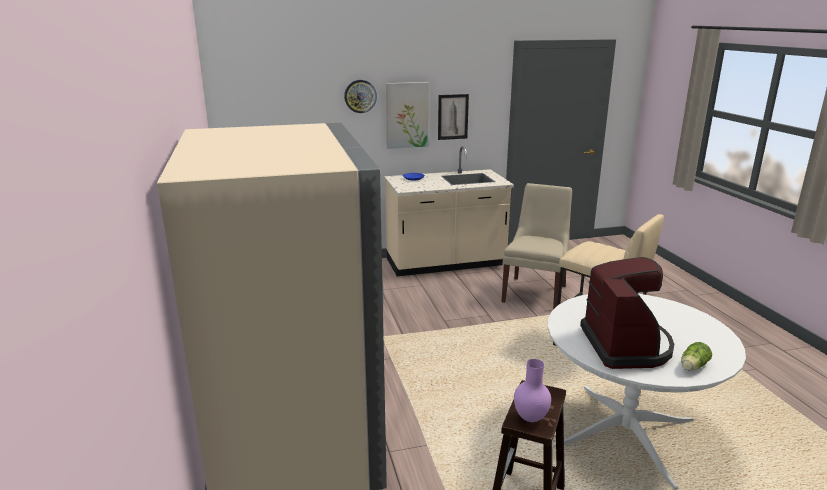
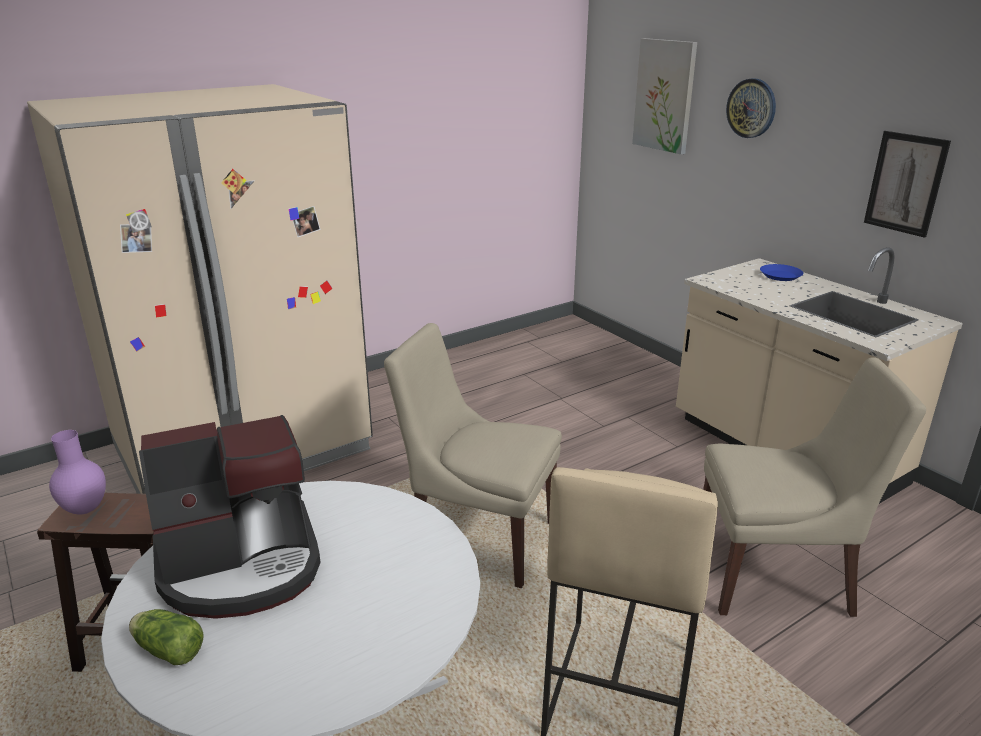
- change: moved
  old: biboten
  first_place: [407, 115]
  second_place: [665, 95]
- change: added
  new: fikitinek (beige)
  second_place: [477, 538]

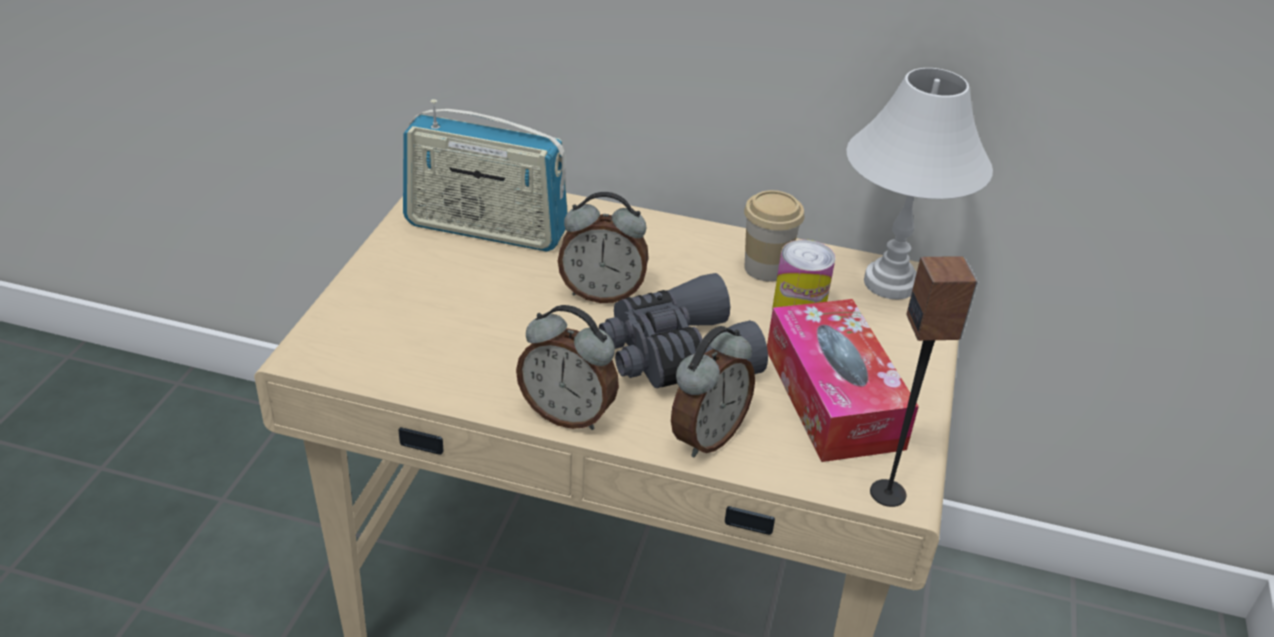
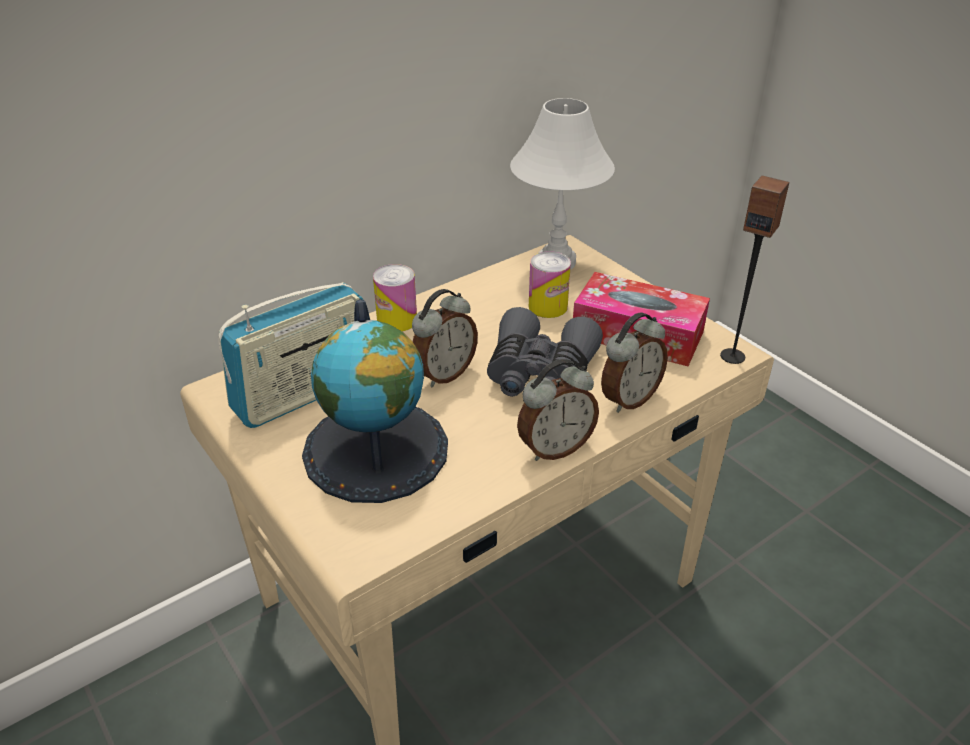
- change: turned
  old: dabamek
  first_place: [706, 436]
  second_place: [628, 399]
  degrees: 60
- change: removed
  old: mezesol
  first_place: [766, 268]
- change: added
  new: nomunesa
  second_place: [376, 450]
- change: added
  new: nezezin
  second_place: [397, 320]

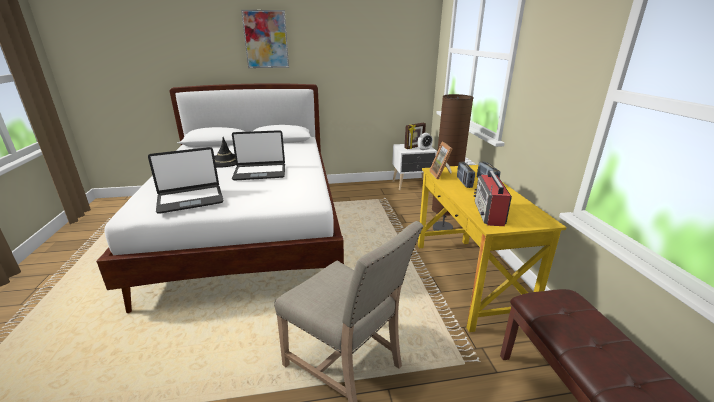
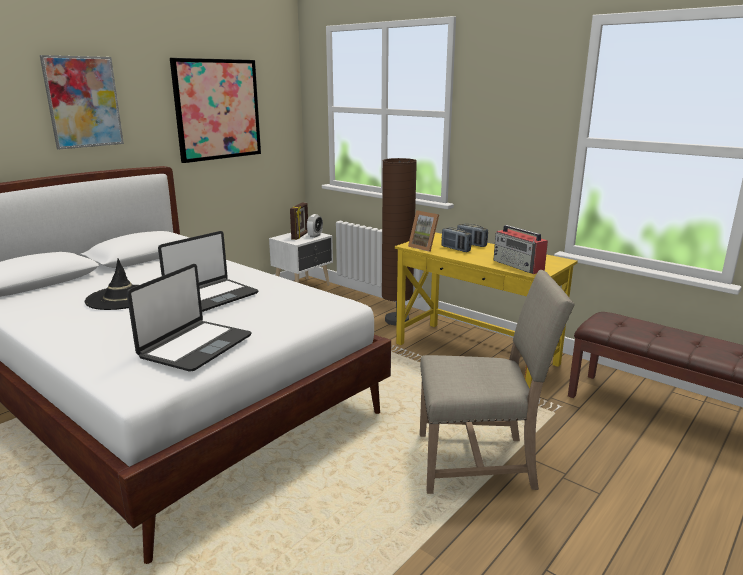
- change: added
  new: biboten
  second_place: [217, 109]

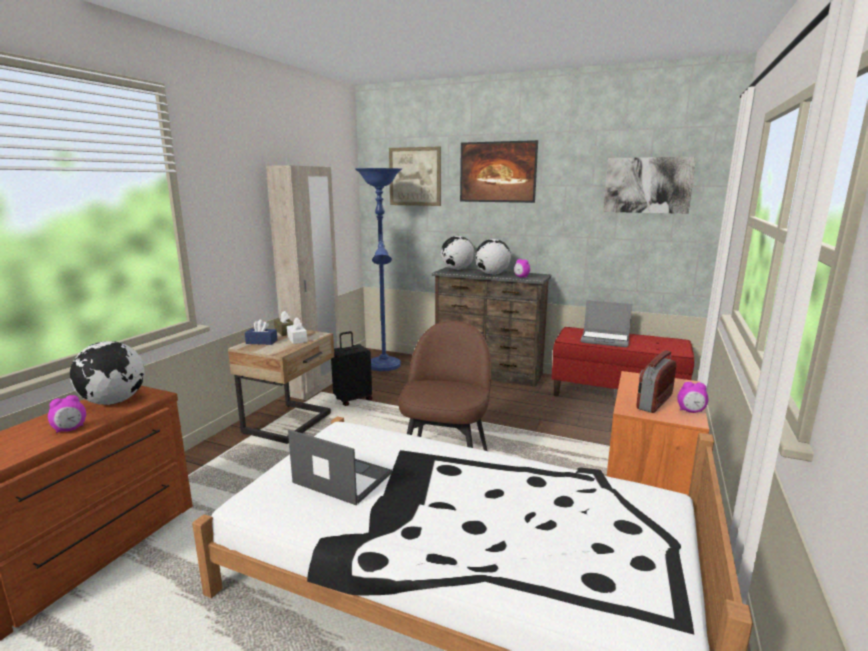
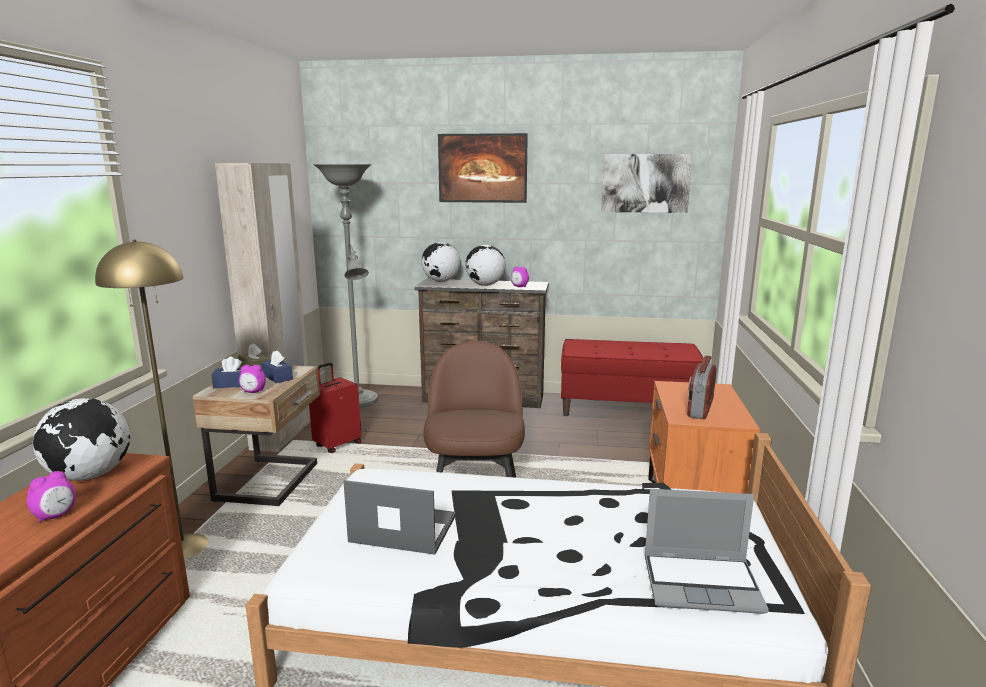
- change: recoloured
  old: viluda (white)
  new: viluda (blue)
  first_place: [297, 339]
  second_place: [277, 377]
- change: recoloured
  old: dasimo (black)
  new: dasimo (red)
  first_place: [353, 399]
  second_place: [337, 445]
- change: recoloured
  old: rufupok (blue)
  new: rufupok (grey)
  first_place: [384, 367]
  second_place: [359, 402]
- change: removed
  old: biboten
  first_place: [415, 176]
- change: moved
  old: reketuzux
  first_place: [605, 340]
  second_place: [702, 583]
- change: moved
  old: dabamek
  first_place: [690, 411]
  second_place: [253, 392]
- change: added
  new: rufupok (yellow)
  second_place: [182, 548]

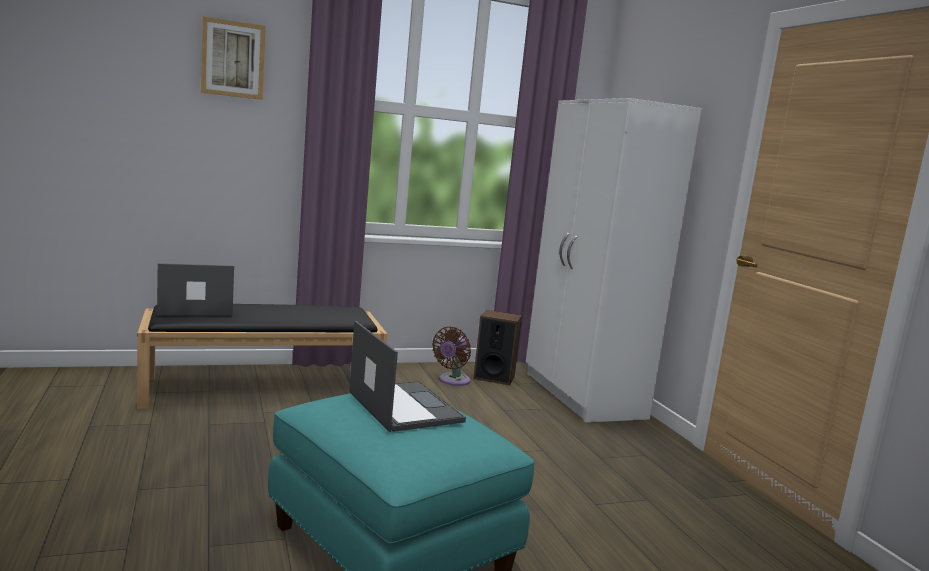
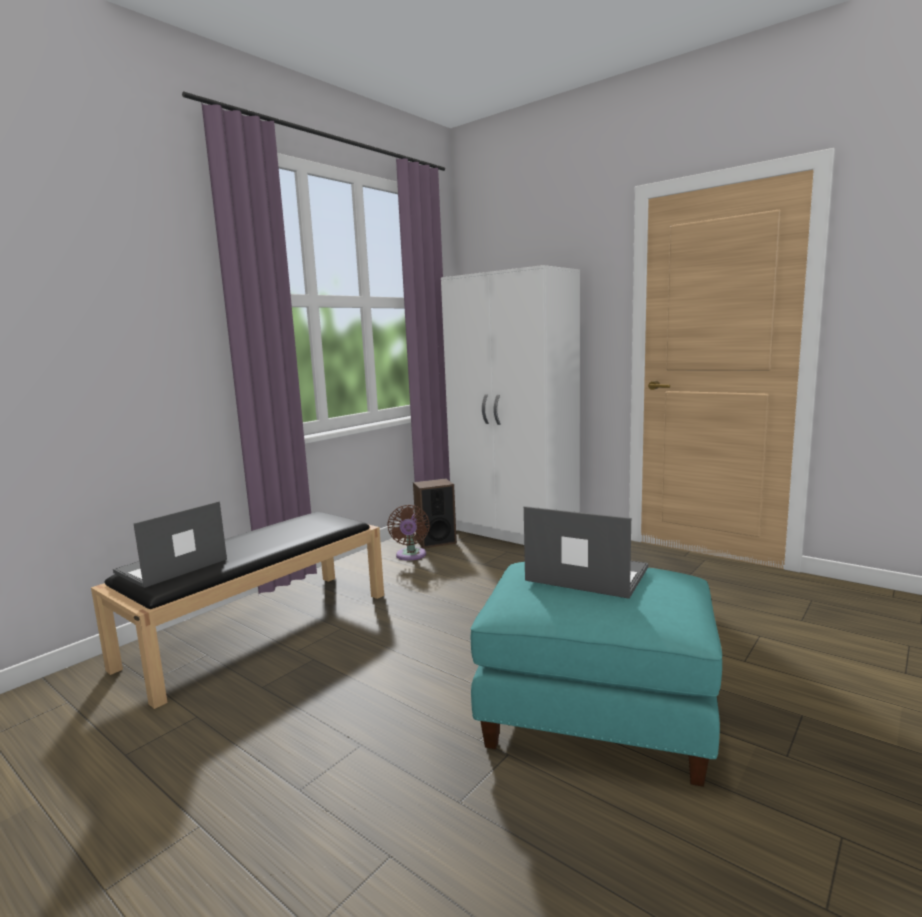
- change: removed
  old: biboten
  first_place: [233, 59]

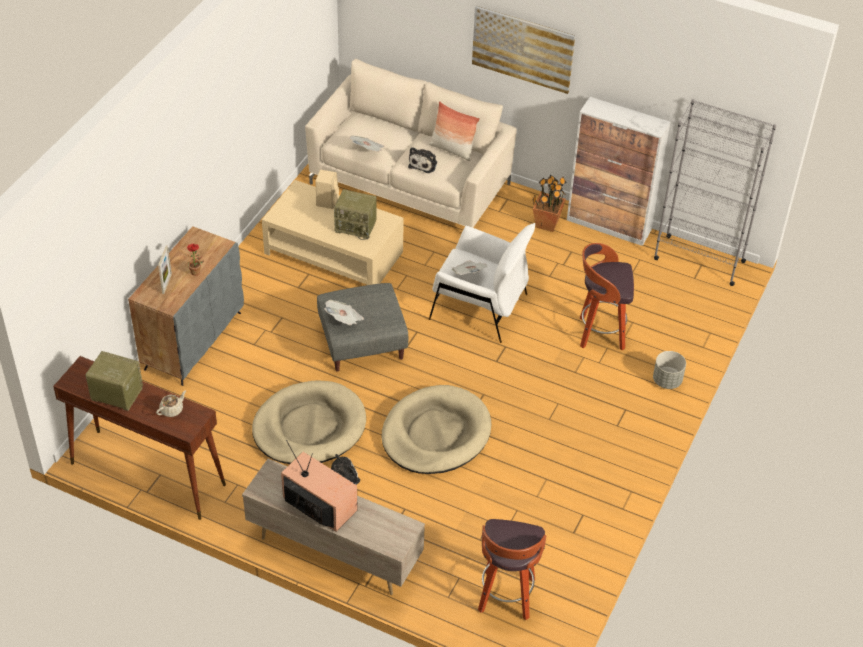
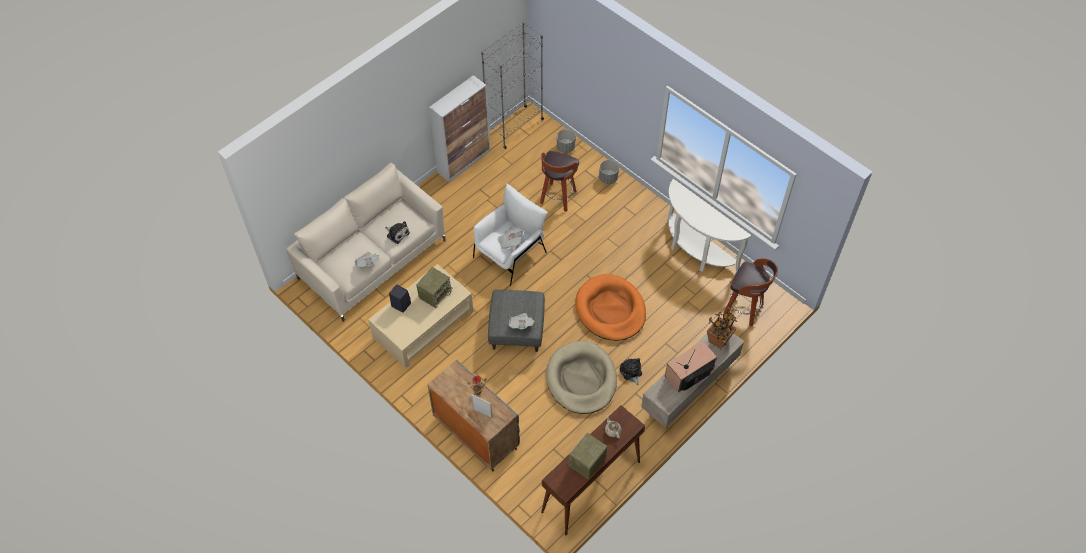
- change: recoloured
  old: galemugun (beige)
  new: galemugun (black)
  first_place: [327, 201]
  second_place: [400, 304]
- change: recoloured
  old: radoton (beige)
  new: radoton (orange)
  first_place: [435, 434]
  second_place: [610, 310]
- change: removed
  old: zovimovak
  first_place: [452, 150]
- change: removed
  old: biboten
  first_place: [522, 49]
- change: moved
  old: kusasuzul
  first_place: [547, 223]
  second_place: [718, 340]
- change: added
  new: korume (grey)
  second_place: [565, 147]
- change: added
  new: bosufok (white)
  second_place: [695, 251]

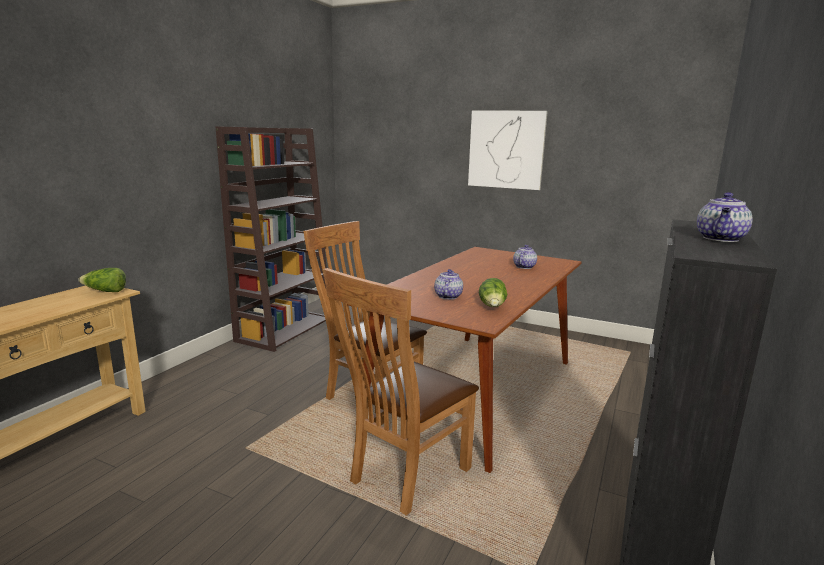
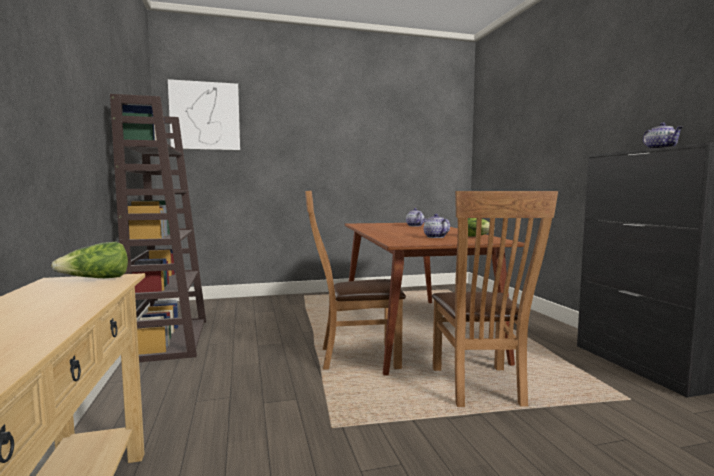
- change: moved
  old: biboten
  first_place: [506, 149]
  second_place: [205, 116]

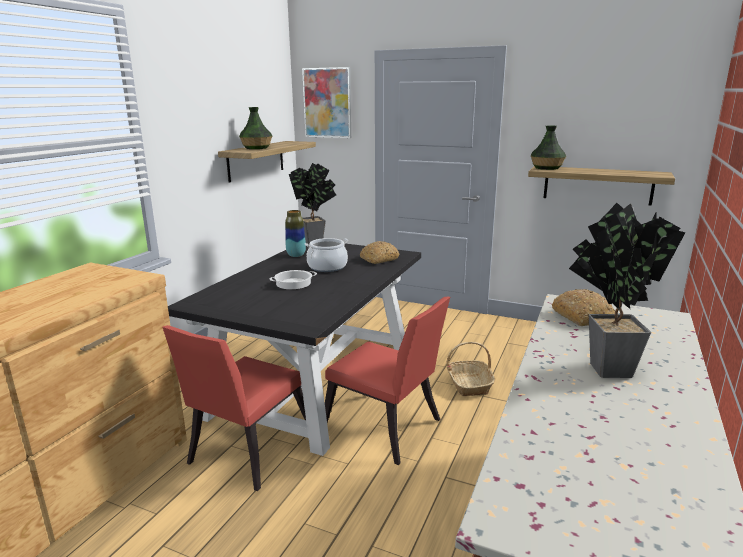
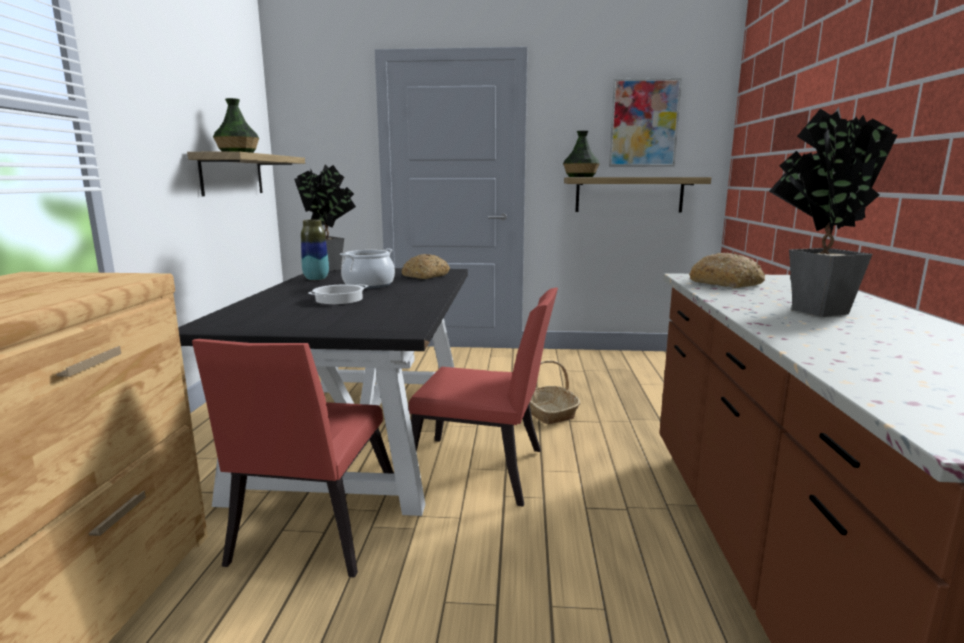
- change: moved
  old: biboten
  first_place: [327, 103]
  second_place: [644, 123]

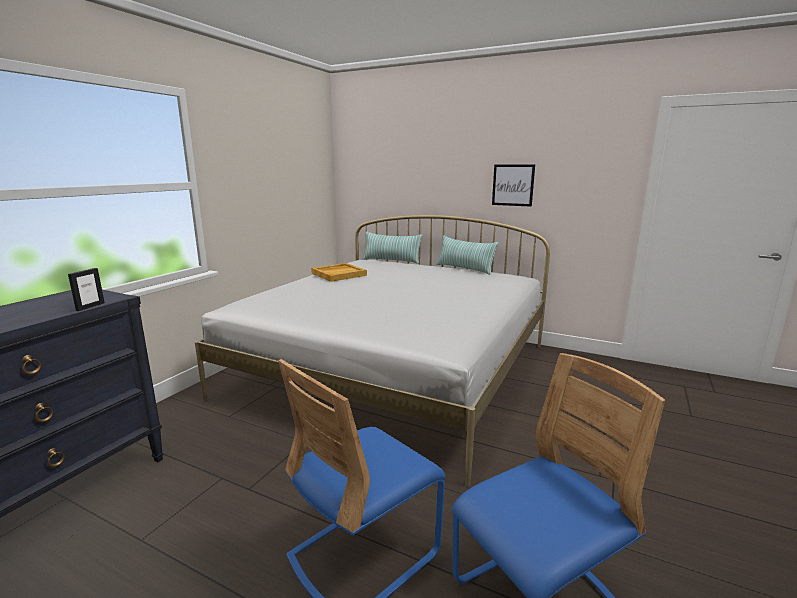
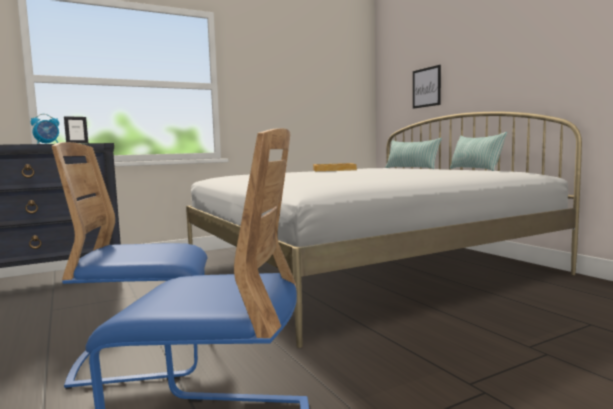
- change: moved
  old: biboten
  first_place: [513, 185]
  second_place: [426, 87]
- change: added
  new: dabamek
  second_place: [47, 143]

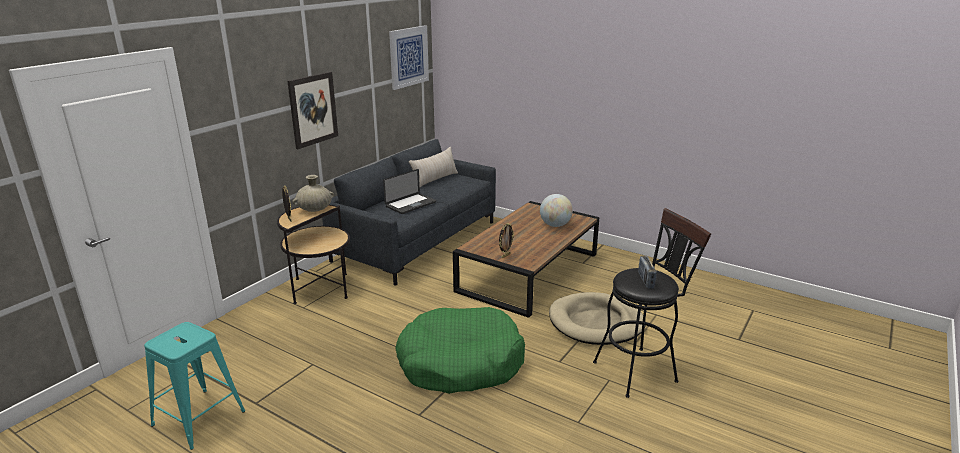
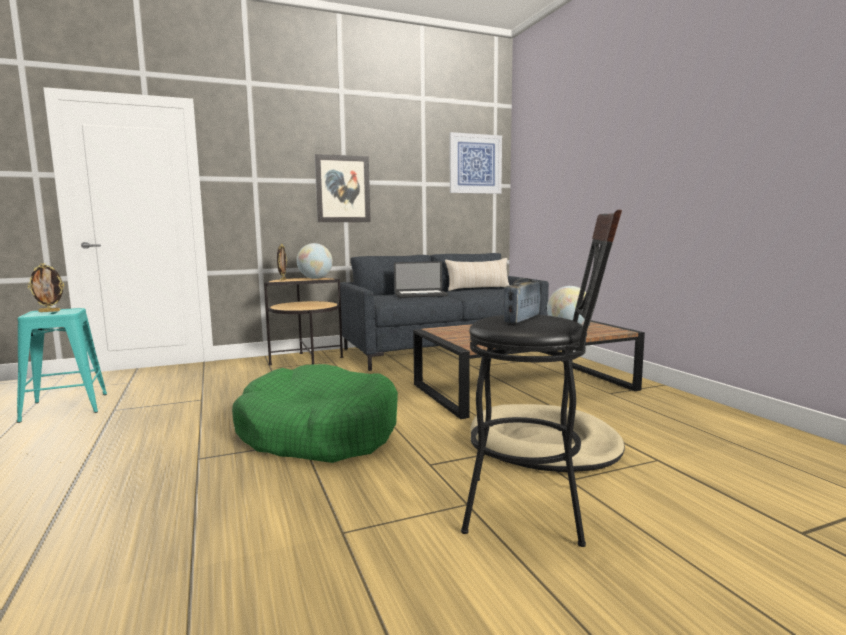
- change: replaced
  old: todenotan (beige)
  new: nomunesa
  first_place: [314, 209]
  second_place: [315, 278]
- change: moved
  old: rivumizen
  first_place: [505, 255]
  second_place: [50, 311]

